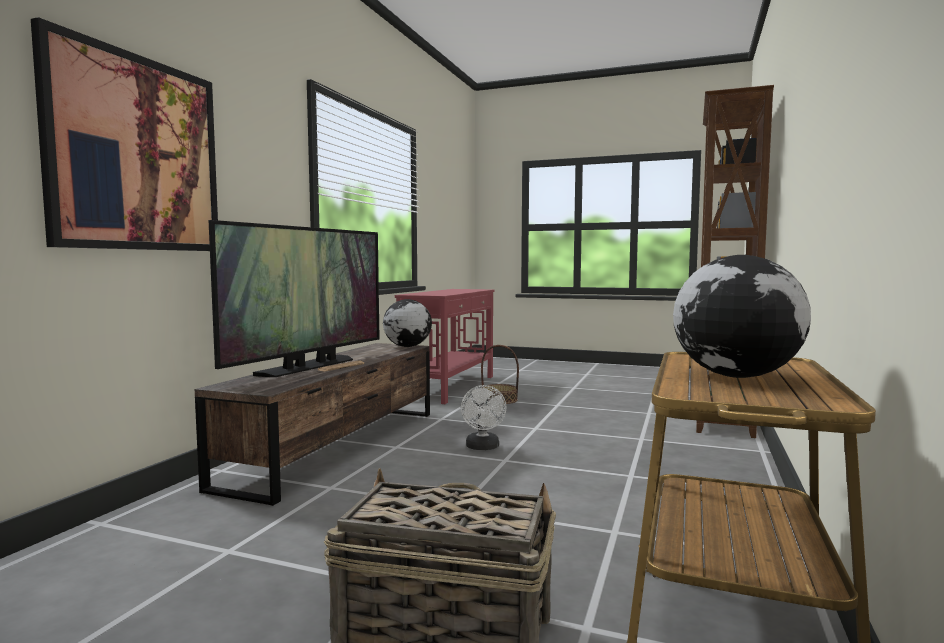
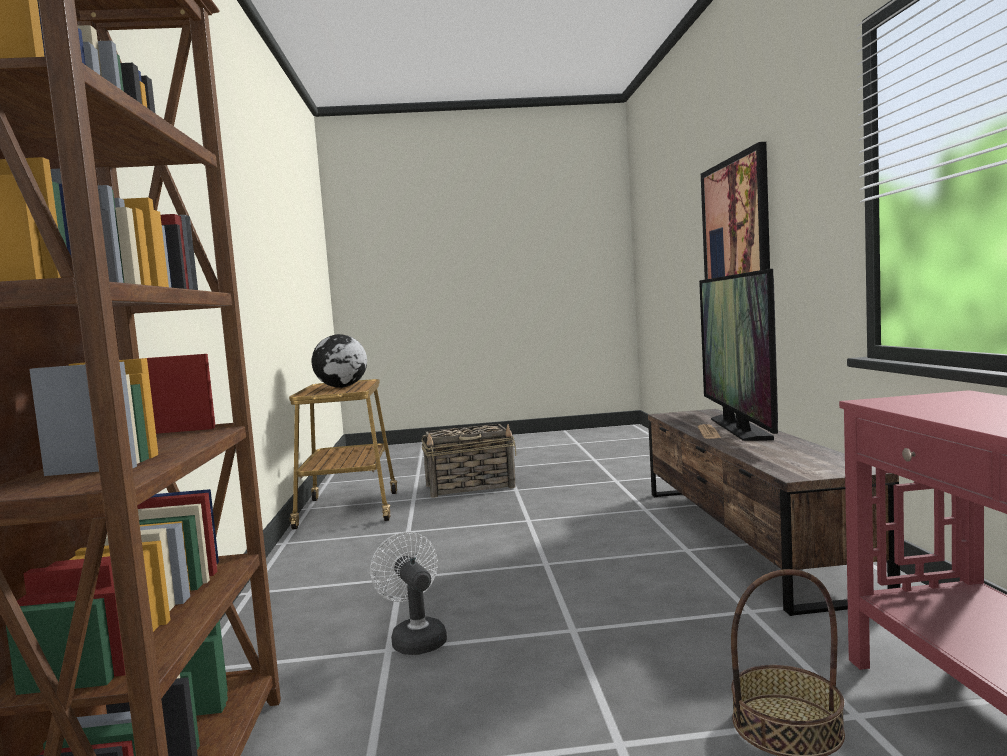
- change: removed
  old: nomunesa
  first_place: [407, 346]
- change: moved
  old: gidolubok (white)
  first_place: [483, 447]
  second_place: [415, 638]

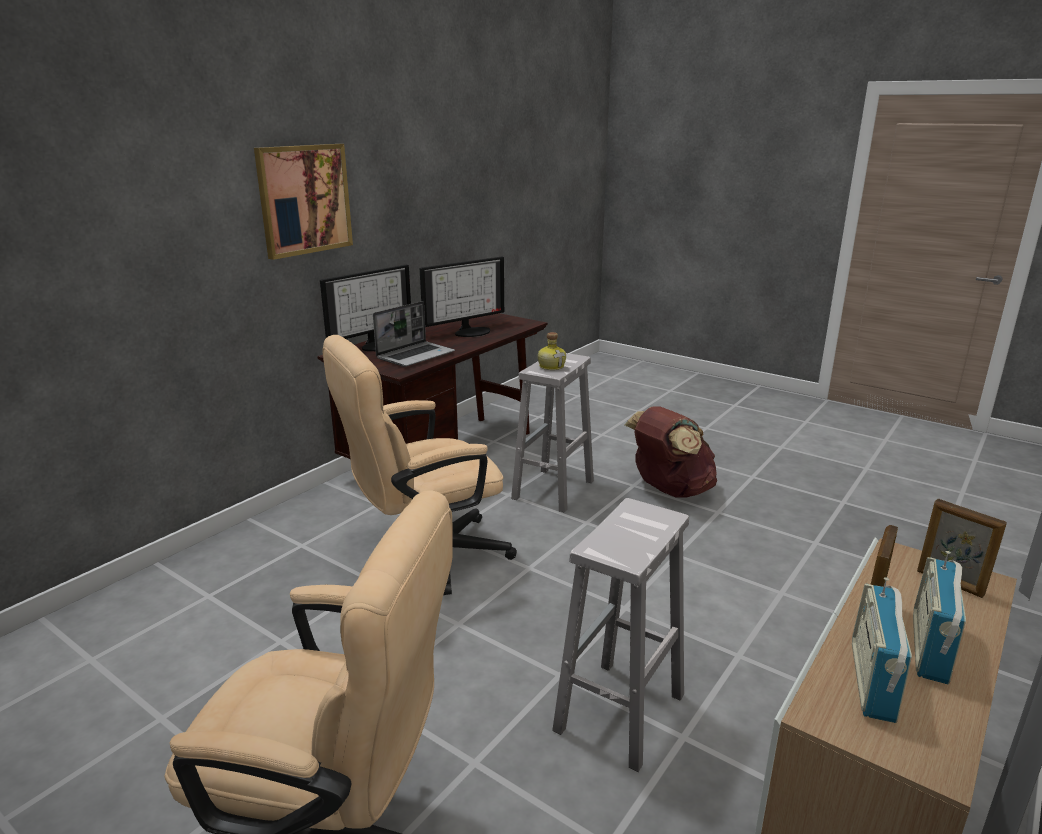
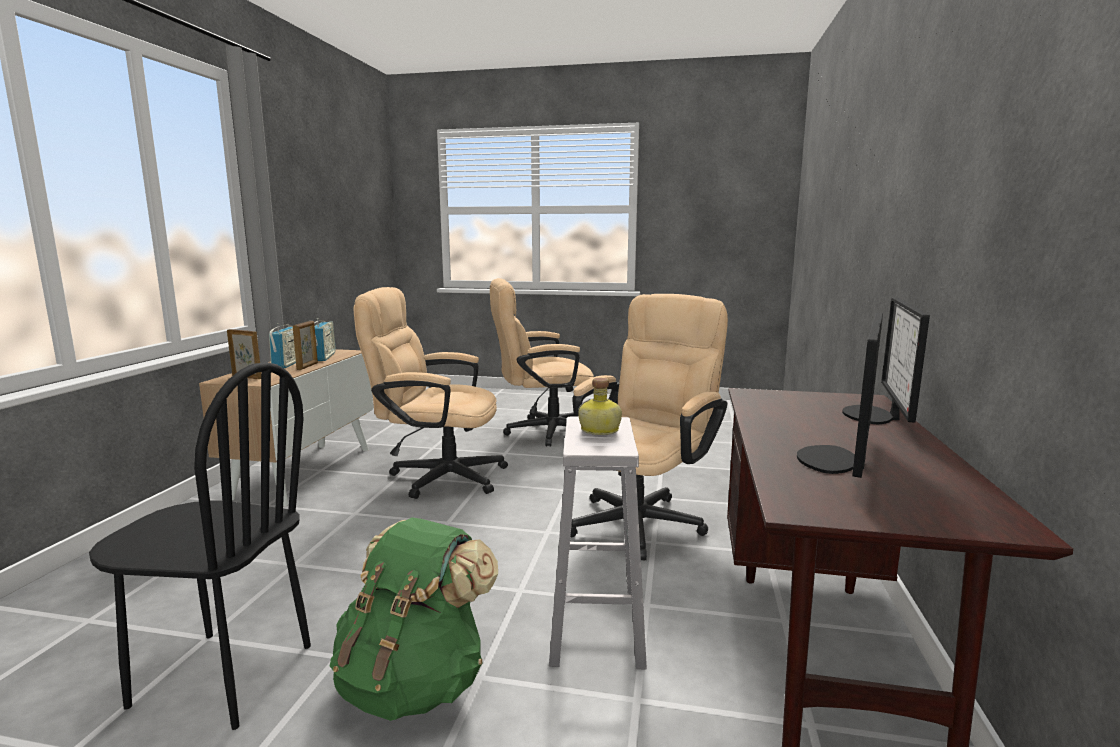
- change: removed
  old: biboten
  first_place: [304, 199]
- change: removed
  old: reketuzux
  first_place: [416, 355]
- change: replaced
  old: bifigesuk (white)
  new: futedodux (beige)
  first_place: [619, 714]
  second_place: [437, 476]
- change: recoloured
  old: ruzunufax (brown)
  new: ruzunufax (green)
  first_place: [669, 490]
  second_place: [415, 683]
- change: added
  new: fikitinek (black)
  second_place: [222, 676]

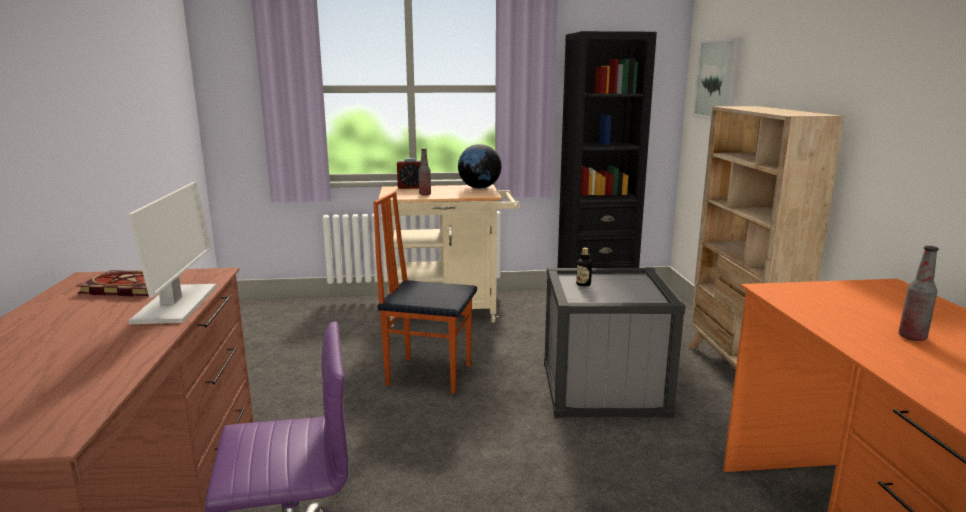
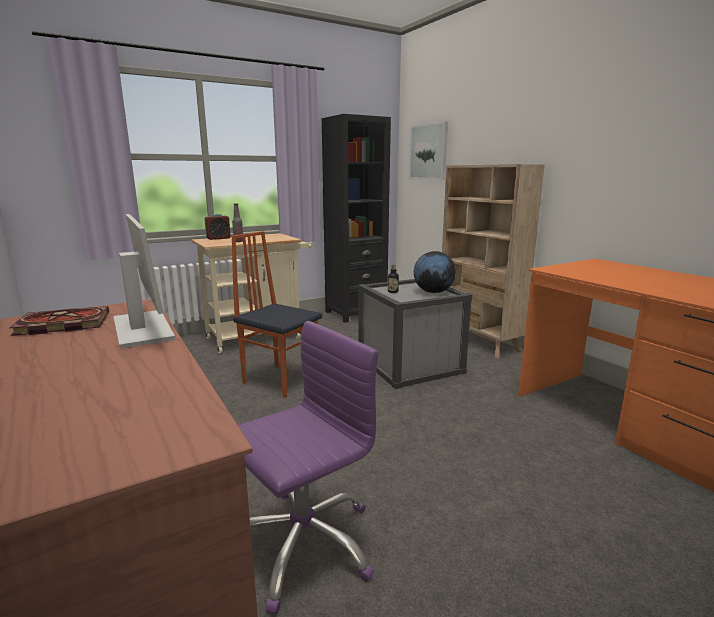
- change: turned
  old: fikitinek
  first_place: [429, 374]
  second_place: [280, 380]
  degrees: 45
- change: moved
  old: nomunesa
  first_place: [479, 188]
  second_place: [433, 292]
- change: removed
  old: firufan
  first_place: [912, 337]

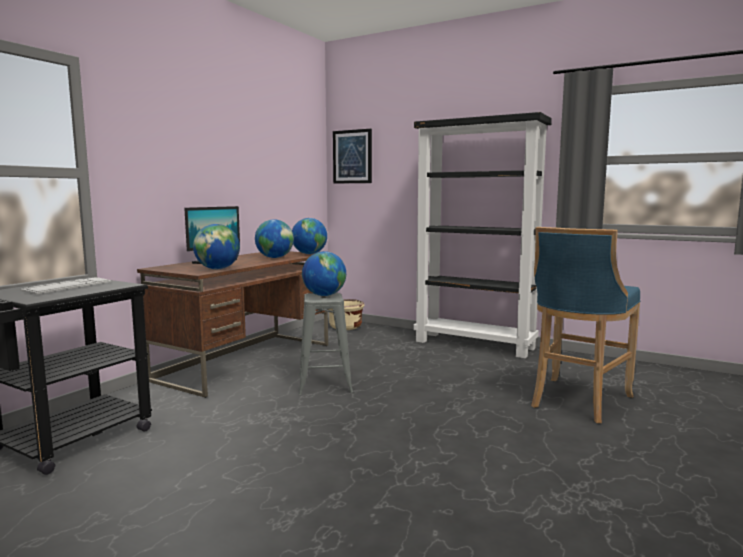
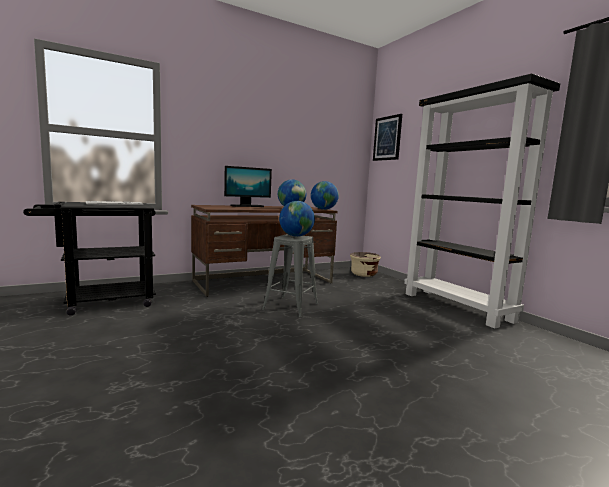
- change: removed
  old: nomunesa
  first_place: [217, 269]
- change: removed
  old: bifigesuk (blue)
  first_place: [577, 402]

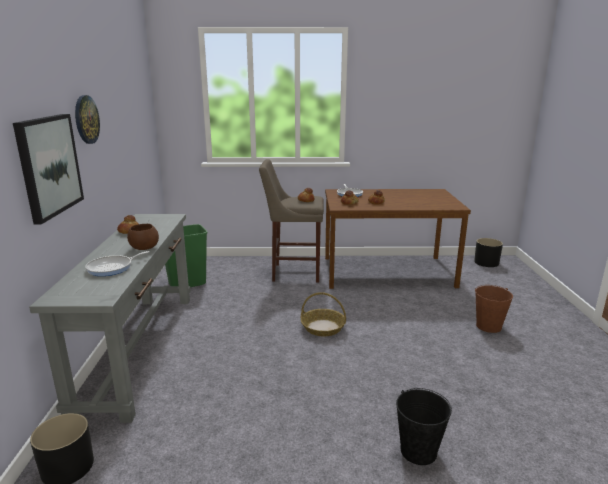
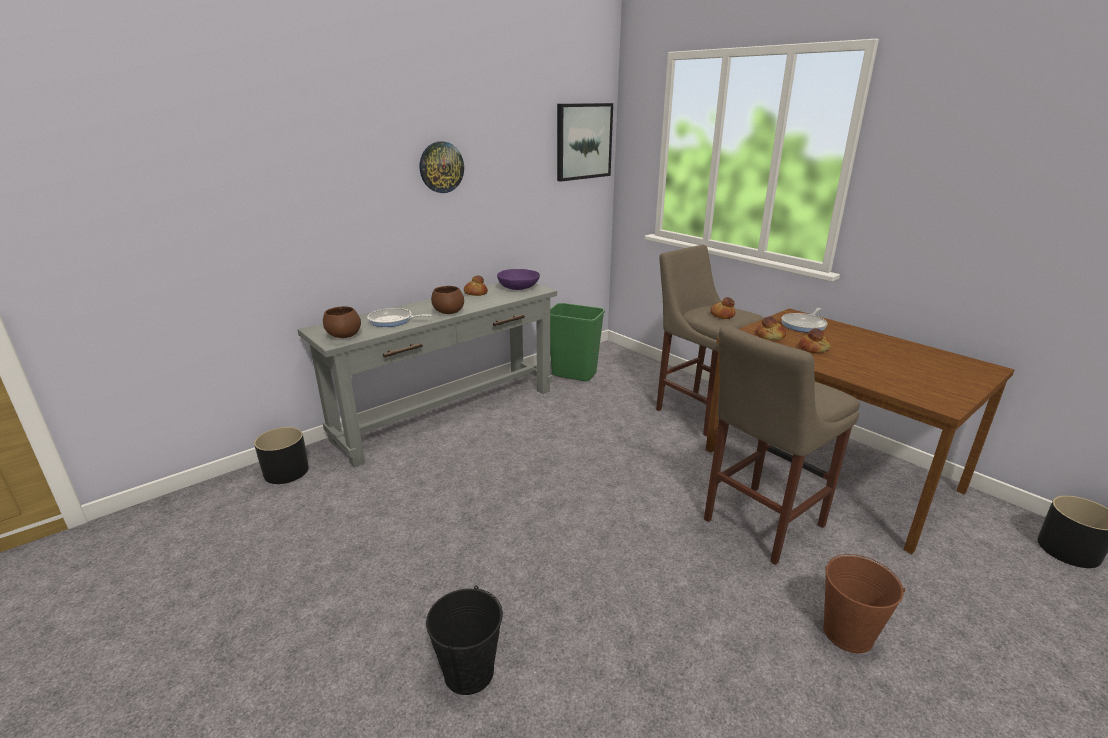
- change: moved
  old: biboten
  first_place: [49, 165]
  second_place: [583, 141]
- change: removed
  old: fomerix
  first_place: [322, 327]
- change: added
  new: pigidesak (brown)
  second_place: [344, 336]
- change: added
  new: pigidesak (purple)
  second_place: [519, 287]
- change: added
  new: bifigesuk (beige)
  second_place: [759, 524]

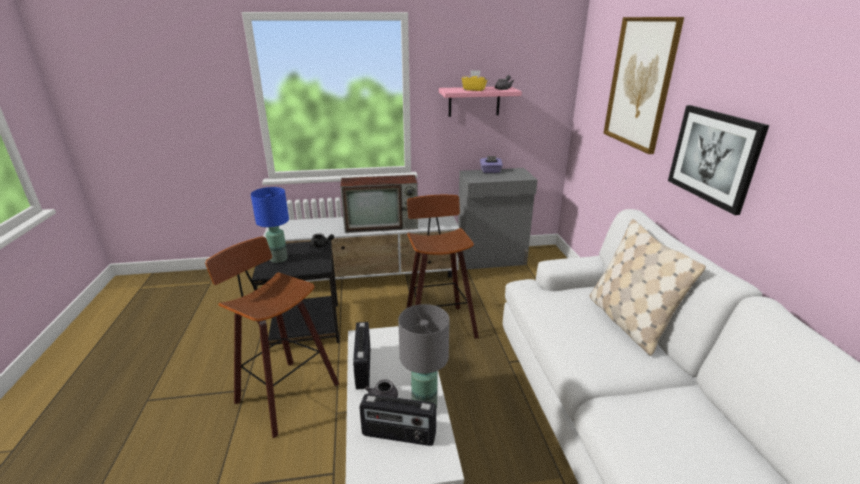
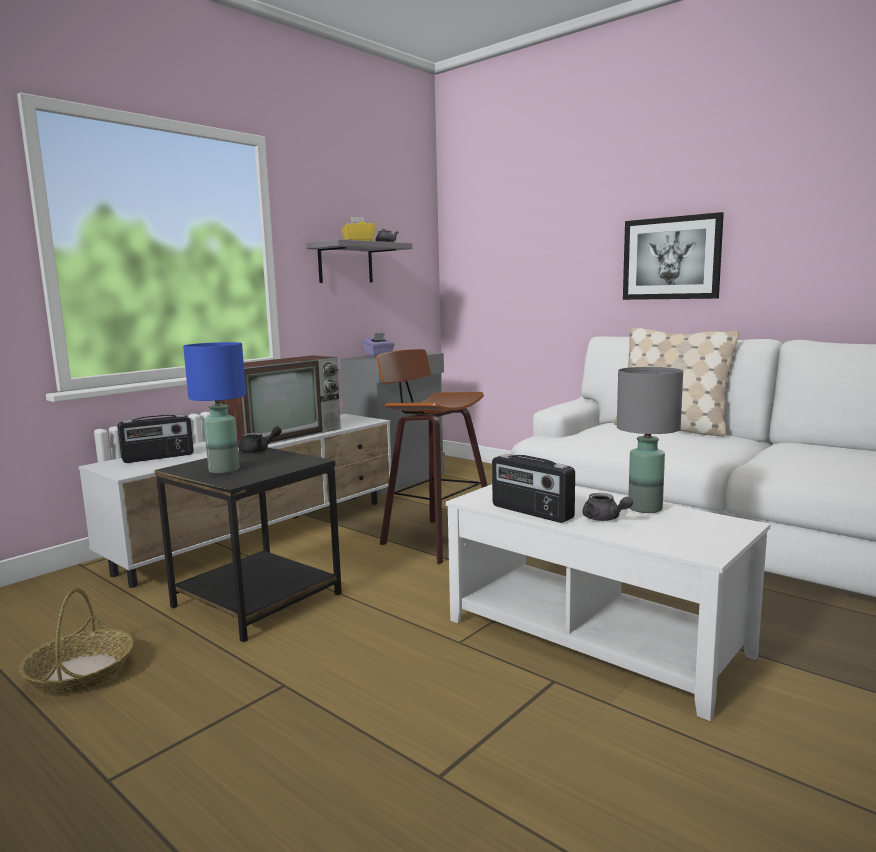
- change: removed
  old: bifigesuk
  first_place: [283, 393]
- change: moved
  old: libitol
  first_place: [398, 435]
  second_place: [158, 457]
- change: recoloured
  old: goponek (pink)
  new: goponek (grey)
  first_place: [474, 101]
  second_place: [345, 263]
- change: removed
  old: biboten
  first_place: [640, 83]
- change: added
  new: fomerix
  second_place: [80, 672]

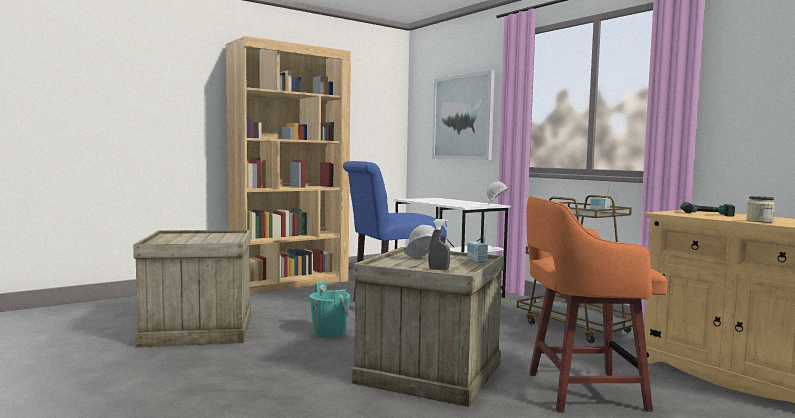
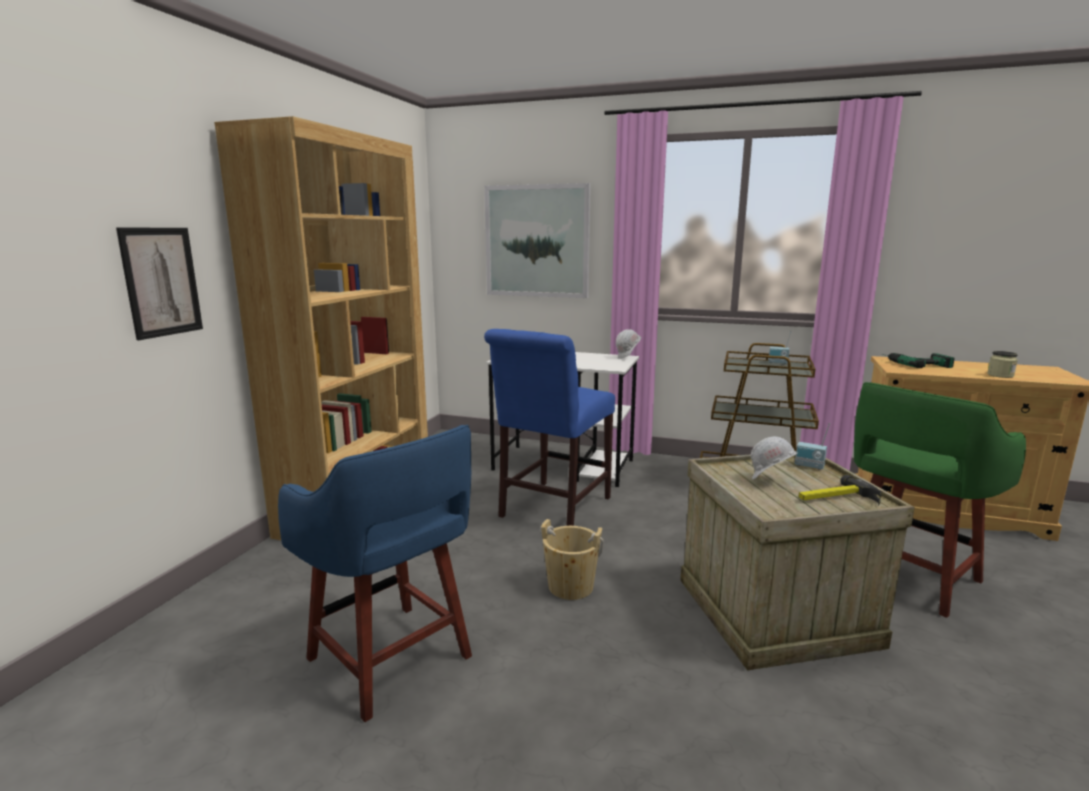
- change: replaced
  old: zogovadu
  new: bifigesuk (blue)
  first_place: [197, 330]
  second_place: [393, 660]
- change: recoloured
  old: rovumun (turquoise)
  new: rovumun (beige)
  first_place: [329, 332]
  second_place: [570, 587]
- change: replaced
  old: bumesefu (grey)
  new: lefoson
  first_place: [438, 269]
  second_place: [836, 499]
- change: recoloured
  old: bifigesuk (orange)
  new: bifigesuk (green)
  first_place: [581, 391]
  second_place: [908, 578]
- change: added
  new: biboten
  second_place: [161, 282]

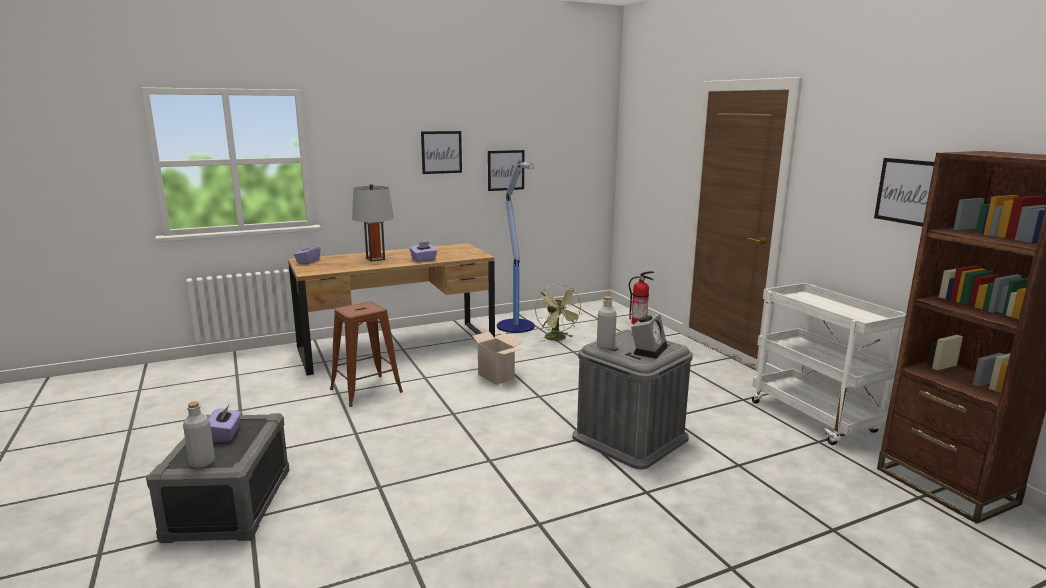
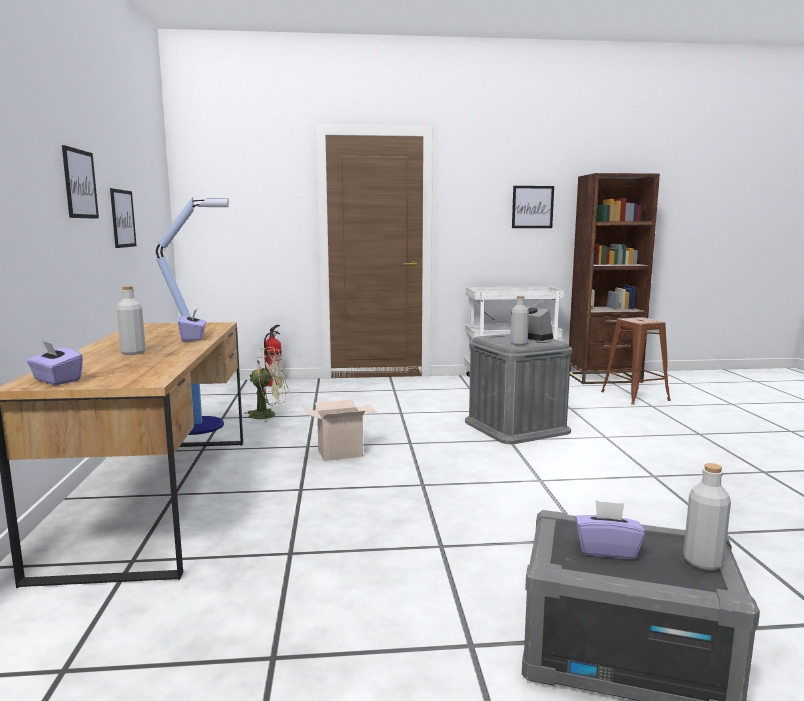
- change: moved
  old: bifigesuk (brown)
  first_place: [366, 390]
  second_place: [634, 396]
- change: replaced
  old: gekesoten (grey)
  new: firufan (grey)
  first_place: [375, 259]
  second_place: [133, 352]

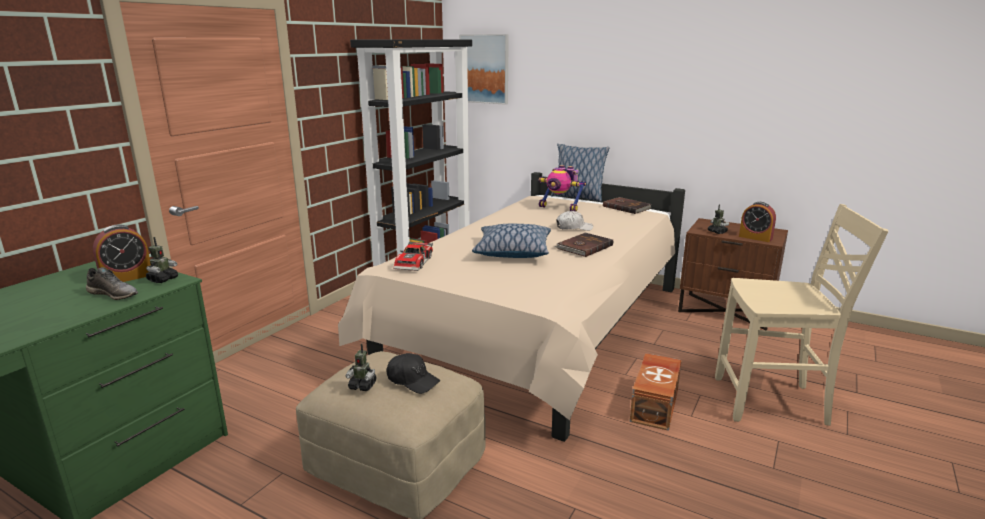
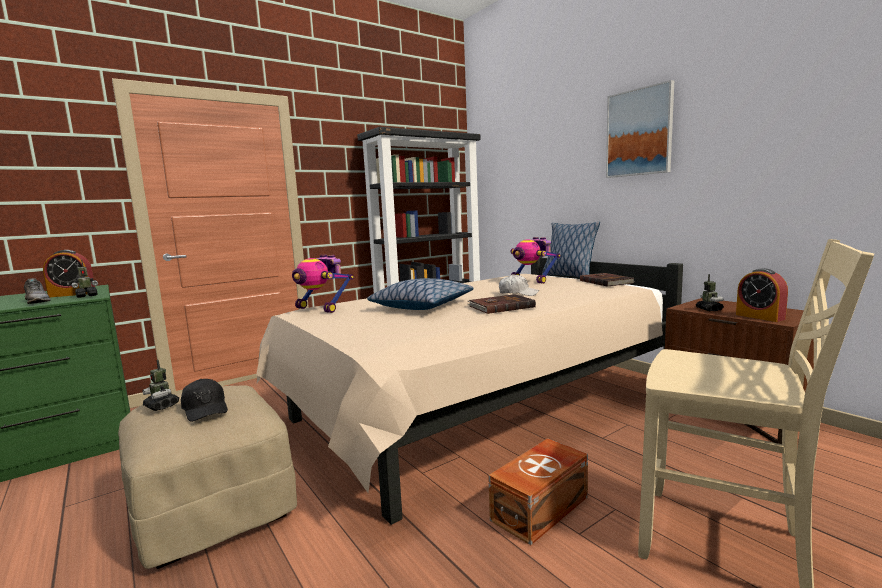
- change: replaced
  old: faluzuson
  new: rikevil
  first_place: [415, 262]
  second_place: [321, 309]
- change: moved
  old: biboten
  first_place: [484, 69]
  second_place: [639, 132]

